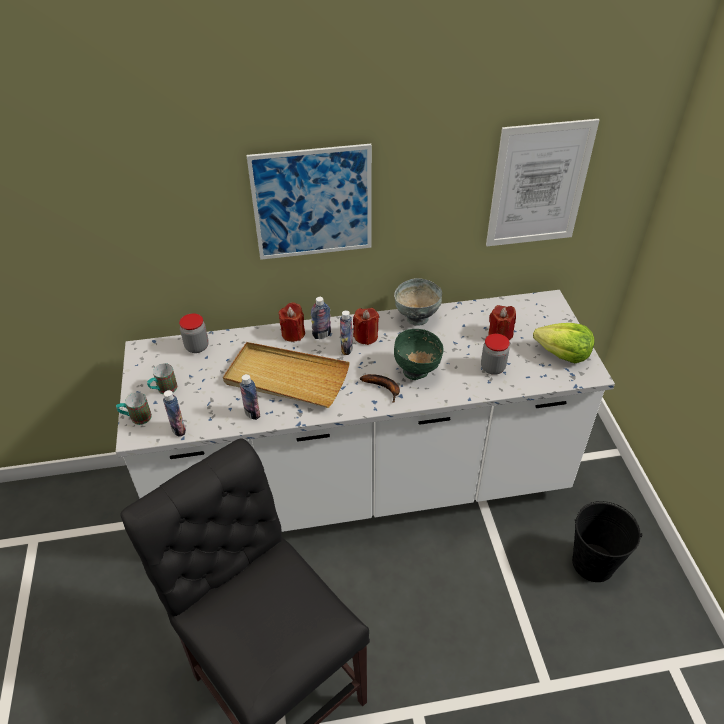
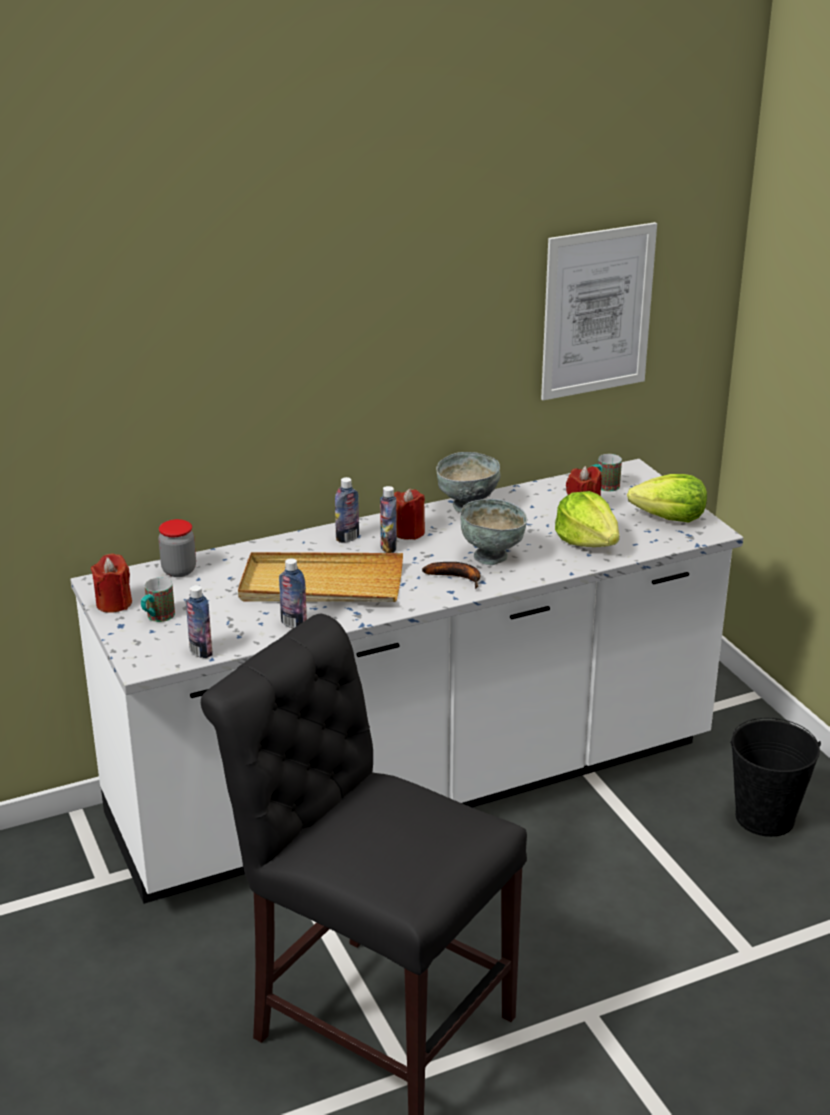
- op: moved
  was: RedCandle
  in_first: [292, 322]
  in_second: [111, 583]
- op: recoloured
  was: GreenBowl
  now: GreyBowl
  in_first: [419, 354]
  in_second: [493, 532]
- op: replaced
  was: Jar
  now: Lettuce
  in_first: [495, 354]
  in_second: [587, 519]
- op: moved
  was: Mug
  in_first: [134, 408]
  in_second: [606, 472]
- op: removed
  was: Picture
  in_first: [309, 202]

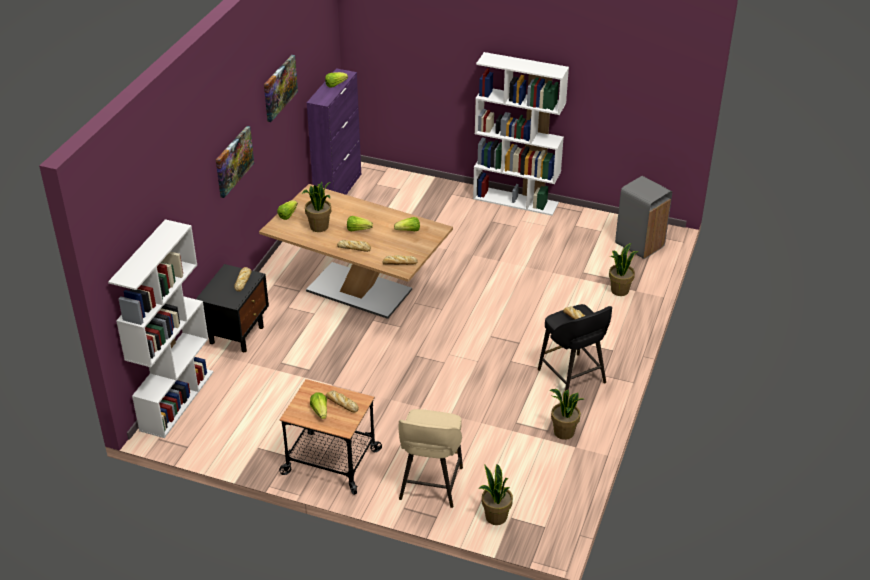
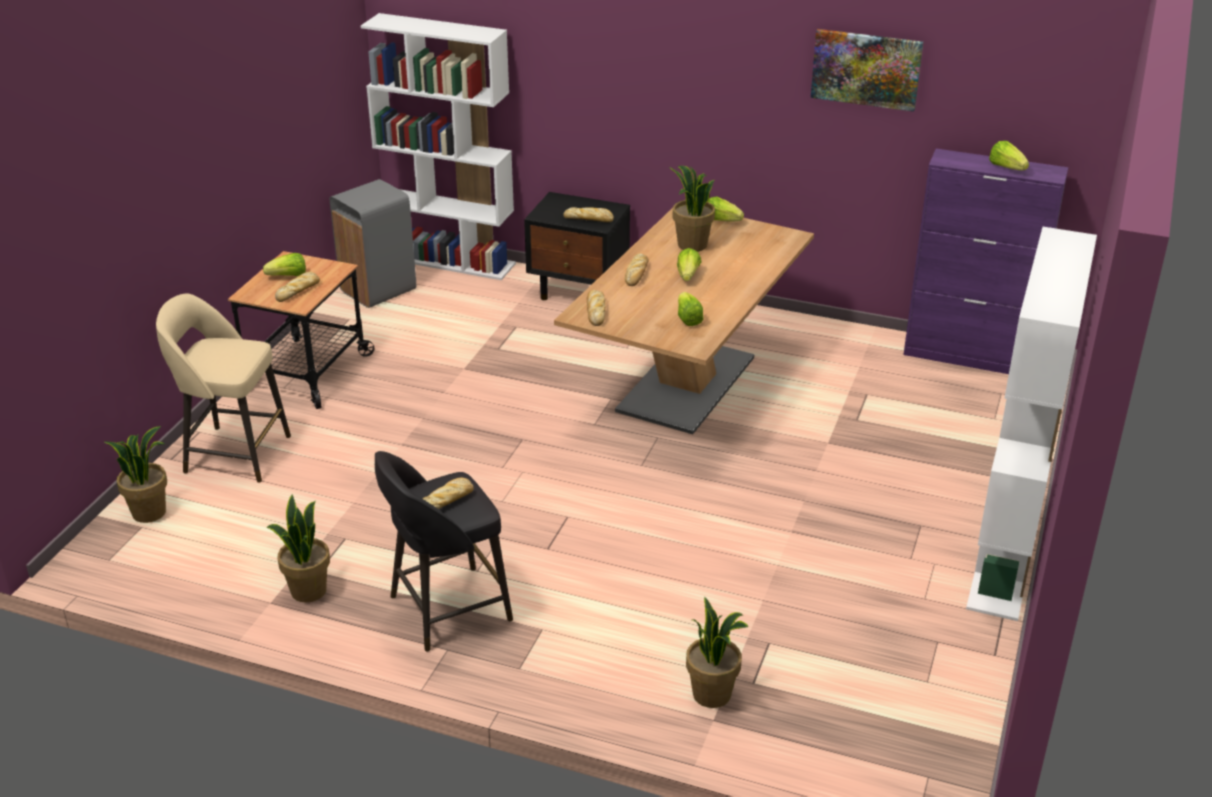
- op: moved
  was: GreyTrashCan
  in_first: [643, 217]
  in_second: [373, 243]
- op: removed
  was: Picture
  in_first: [235, 162]

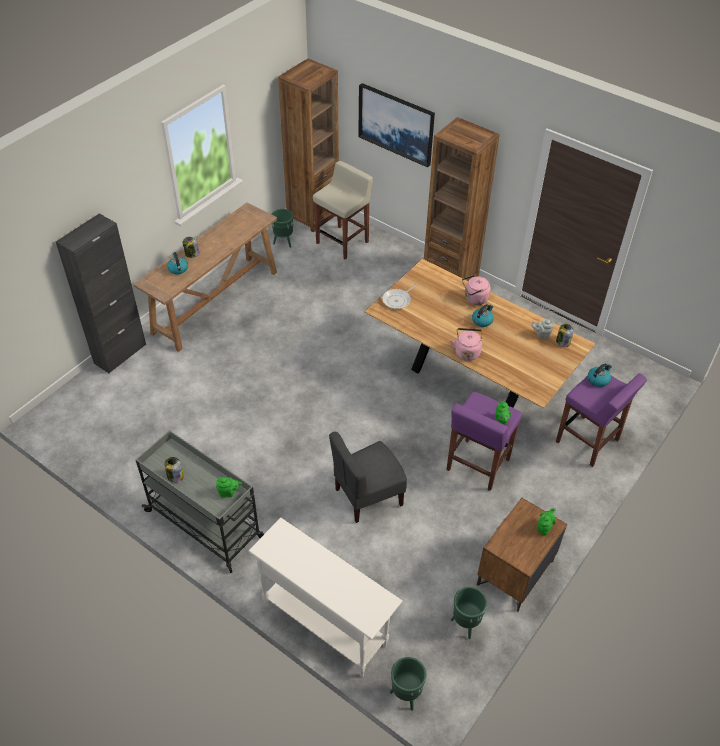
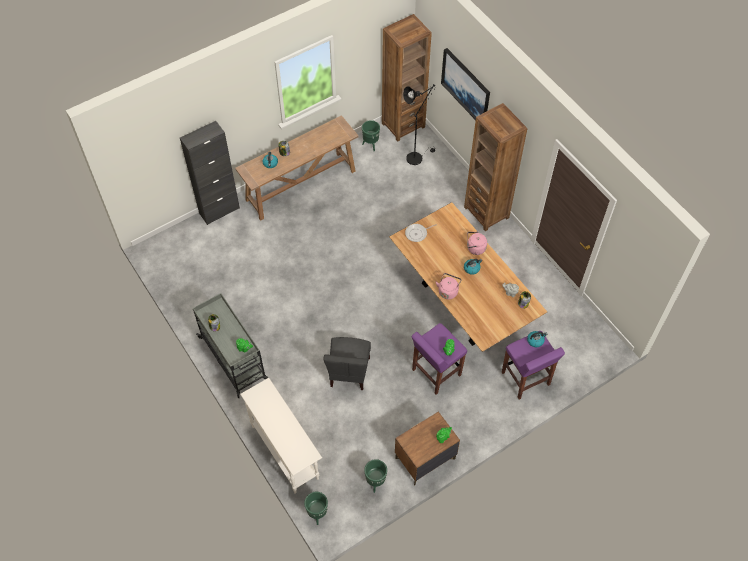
- op: turned
  was: GreyChair
  in_first: [368, 477]
  in_second: [347, 363]
  clockwise: -75
- op: replaced
  was: BeigeStool
  now: BlackFloorLamp
  in_first: [343, 210]
  in_second: [419, 124]

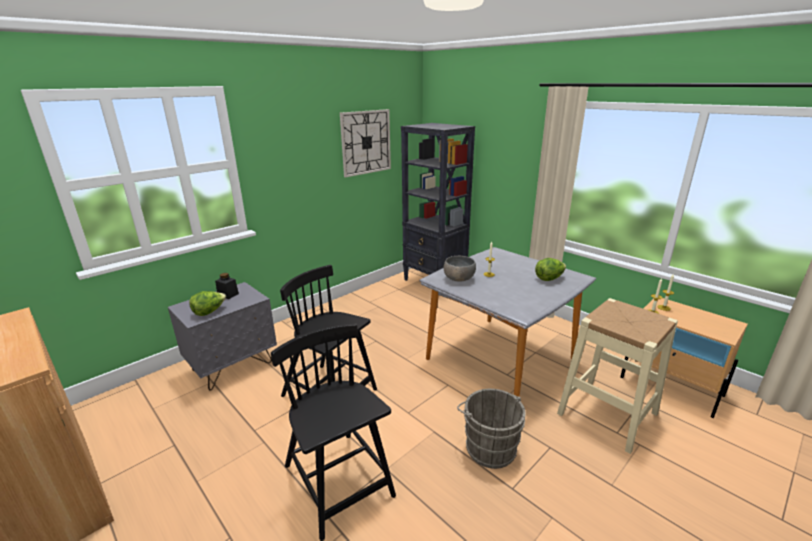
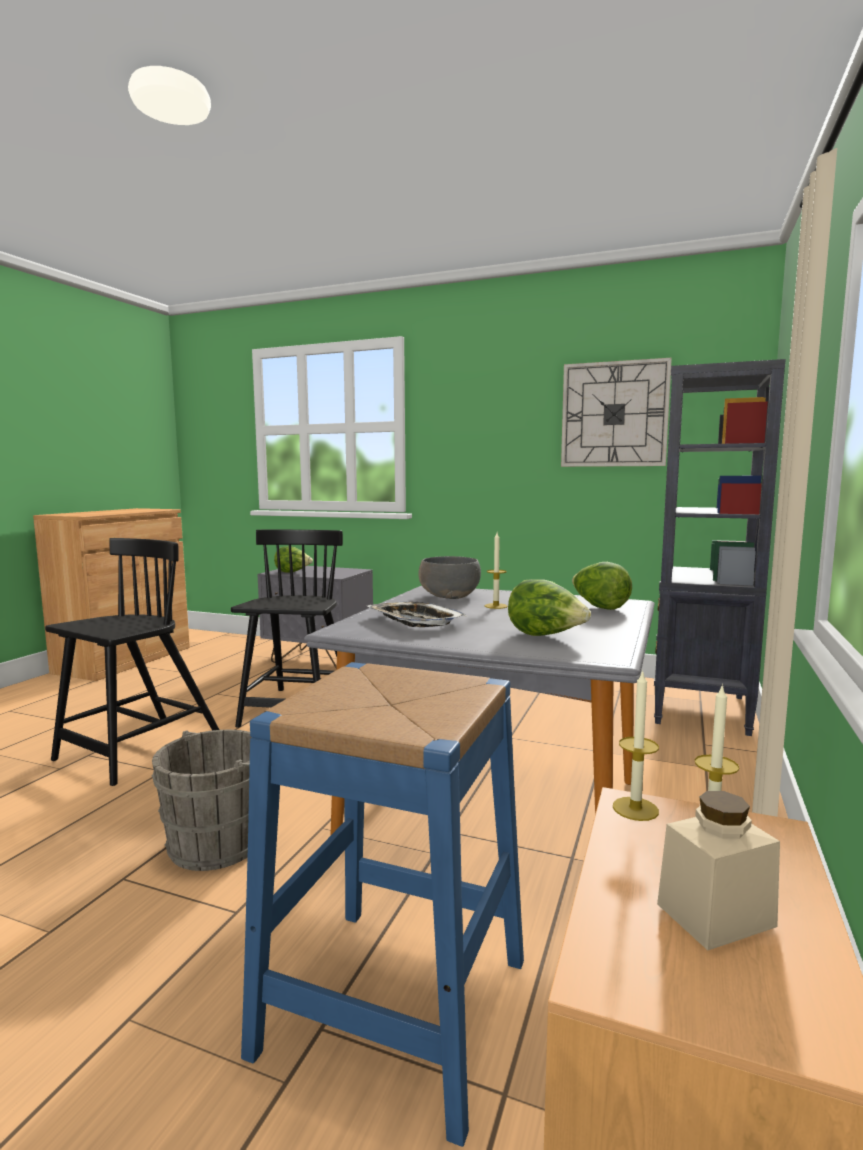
- op: recoloured
  was: BeigeStool
  now: BlueStool
  in_first: [617, 376]
  in_second: [382, 904]
- op: added
  now: Tray
  in_second: [417, 614]
- op: added
  now: Lettuce
  in_second: [602, 586]
- op: added
  now: BeigeJar
  in_second: [718, 870]
- op: removed
  was: BlackJar
  in_first: [227, 286]

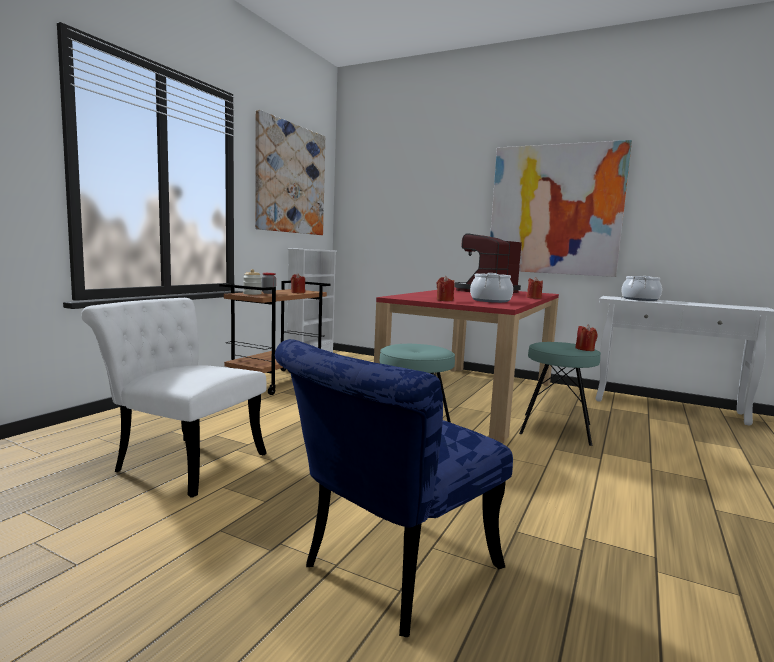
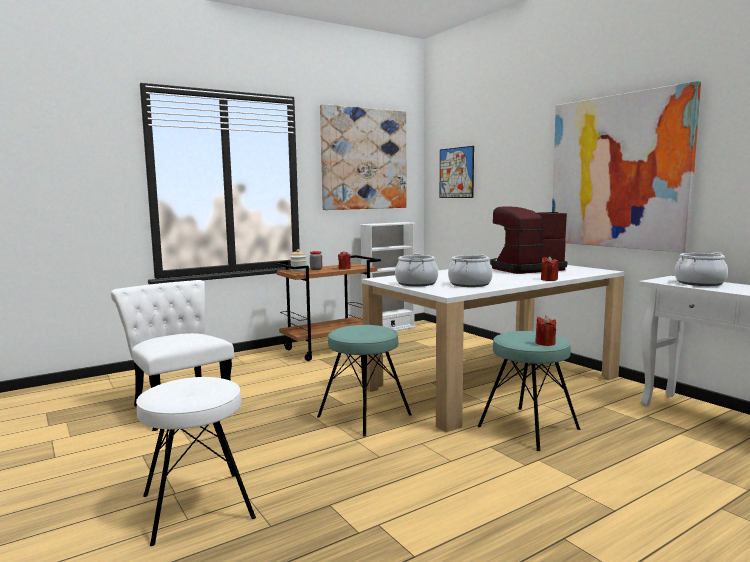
- op: replaced
  was: BlueChair
  now: WhiteStool
  in_first: [394, 488]
  in_second: [196, 461]
- op: recoloured
  was: RedDiningTable
  now: WhiteDiningTable
  in_first: [466, 365]
  in_second: [493, 348]
- op: replaced
  was: RedCandle
  now: CookingPot
  in_first: [446, 288]
  in_second: [416, 270]
- op: added
  now: Picture
  in_second: [457, 172]

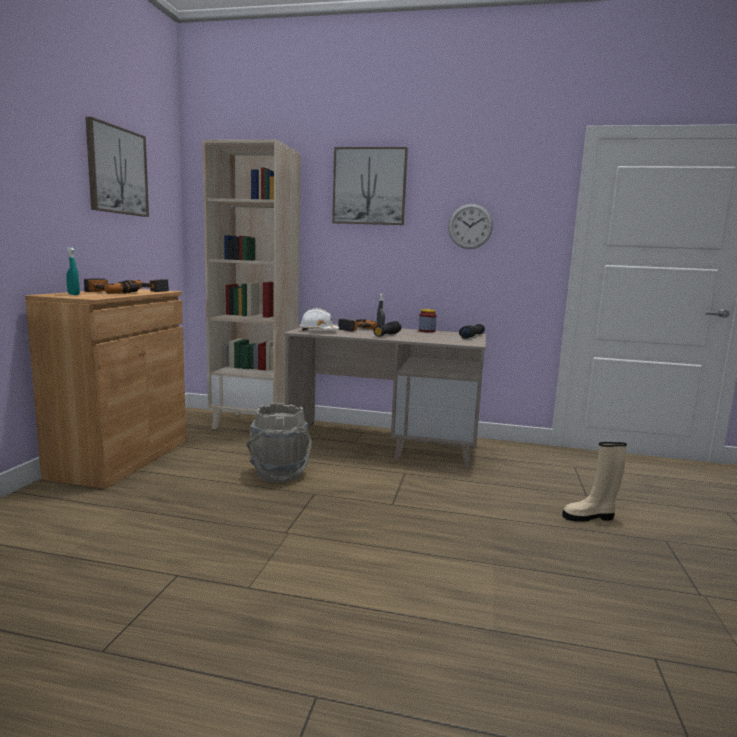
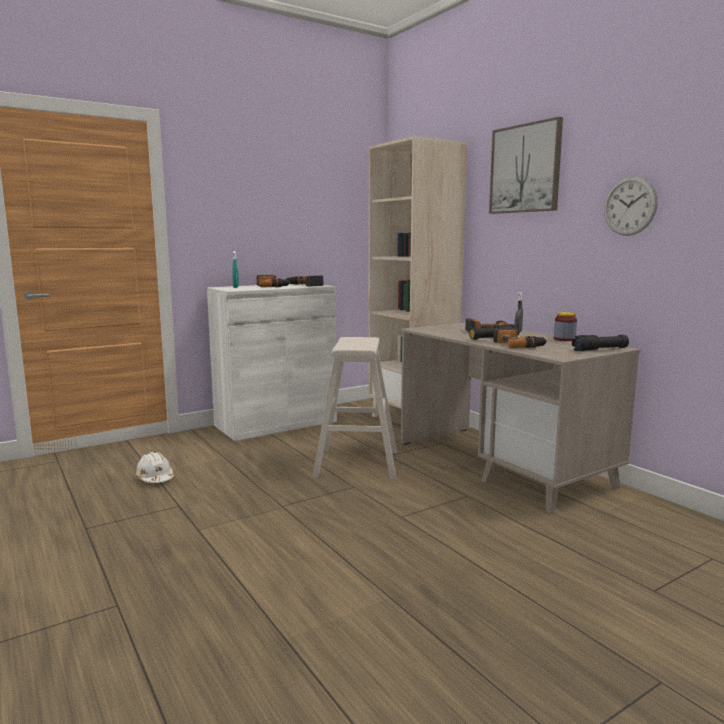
- op: moved
  was: WhiteHardHat
  in_first: [319, 319]
  in_second: [154, 467]
- op: recoloured
  was: BrownCabinet
  now: WhiteCabinet
  in_first: [105, 389]
  in_second: [272, 362]
- op: replaced
  was: GreyBucket
  now: BeigeStool
  in_first: [279, 443]
  in_second: [354, 408]
- op: added
  now: PowerDrill
  in_second: [520, 338]
- op: removed
  was: Picture
  in_first: [117, 167]
- op: removed
  was: BeigeBoot
  in_first: [594, 482]

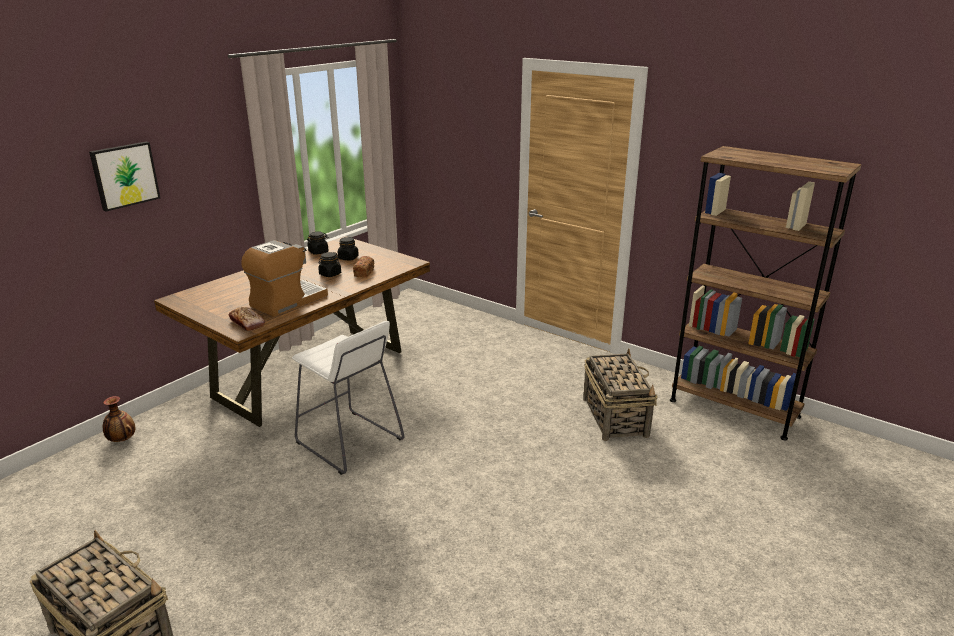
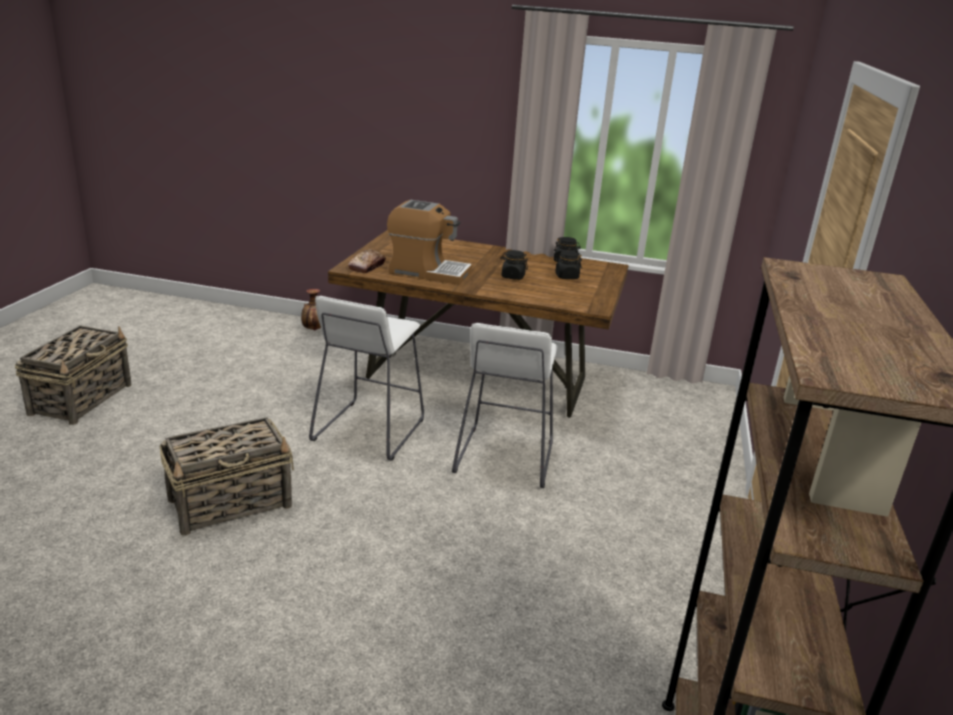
- op: moved
  was: Basket
  in_first: [620, 395]
  in_second: [226, 476]
- op: added
  now: WhiteStool
  in_second: [505, 405]
- op: removed
  was: Picture
  in_first: [124, 176]
- op: removed
  was: Bread
  in_first: [363, 267]

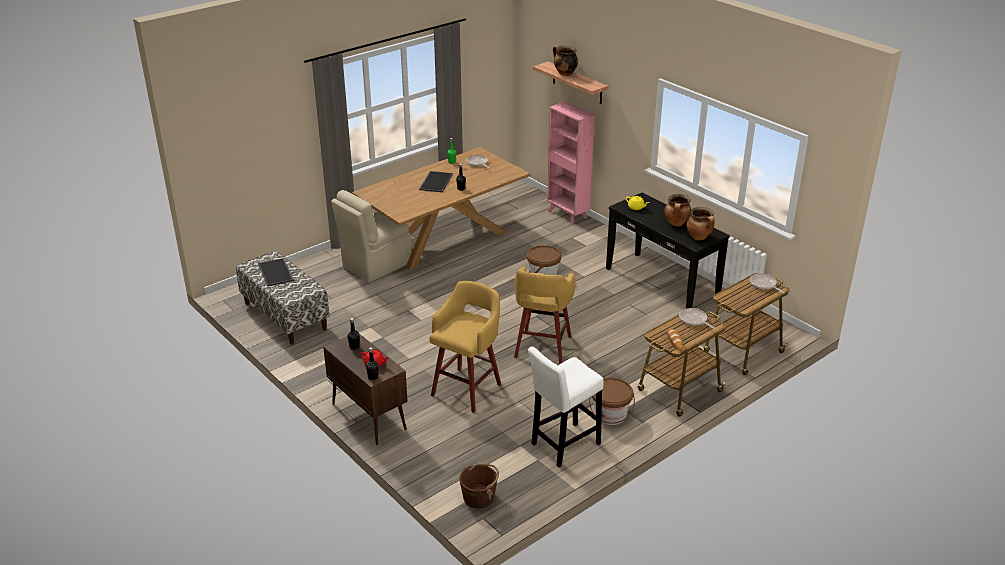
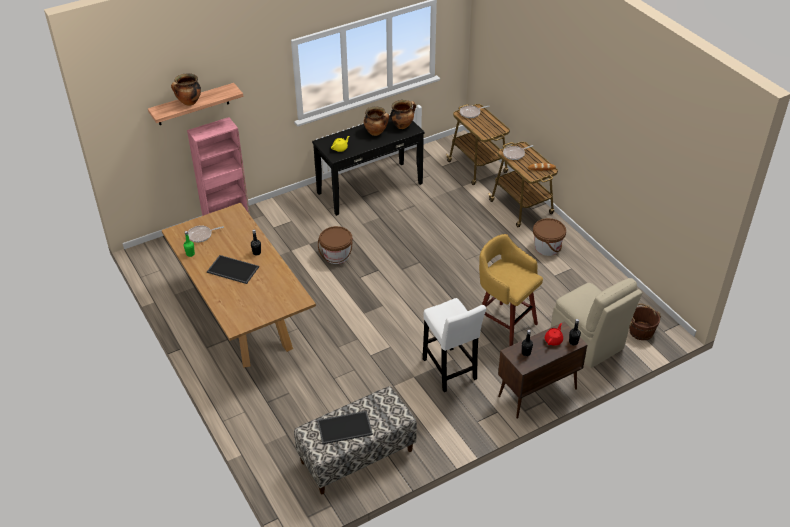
- op: moved
  was: WhiteStool
  in_first: [566, 407]
  in_second: [454, 345]
- op: moved
  was: BeigeChair
  in_first: [371, 236]
  in_second: [596, 323]
- op: removed
  was: YellowStool
  in_first: [544, 315]

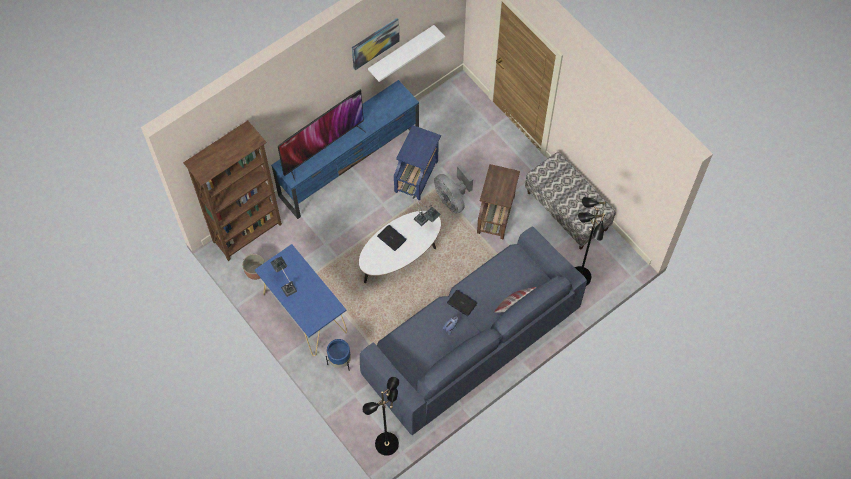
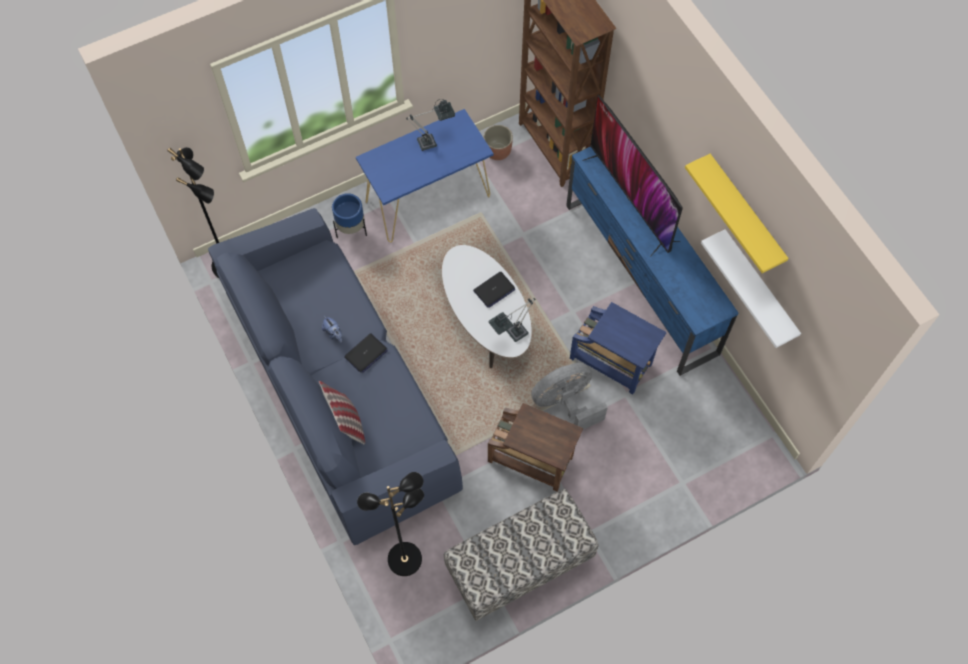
- op: replaced
  was: Picture
  now: YellowShelf
  in_first: [376, 44]
  in_second: [737, 213]

